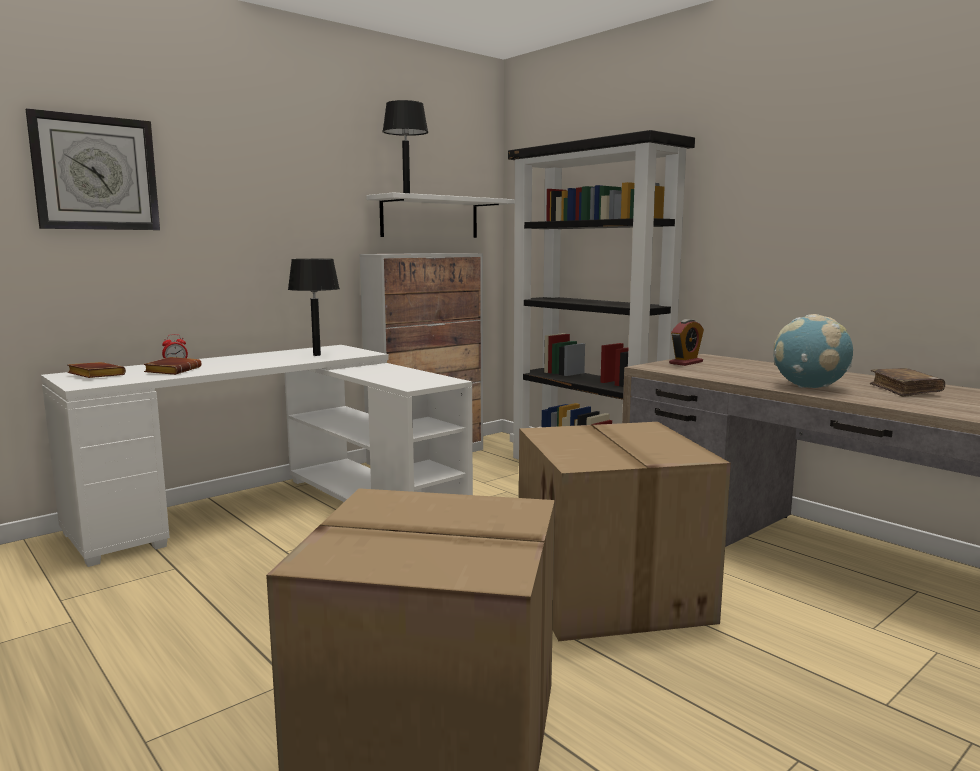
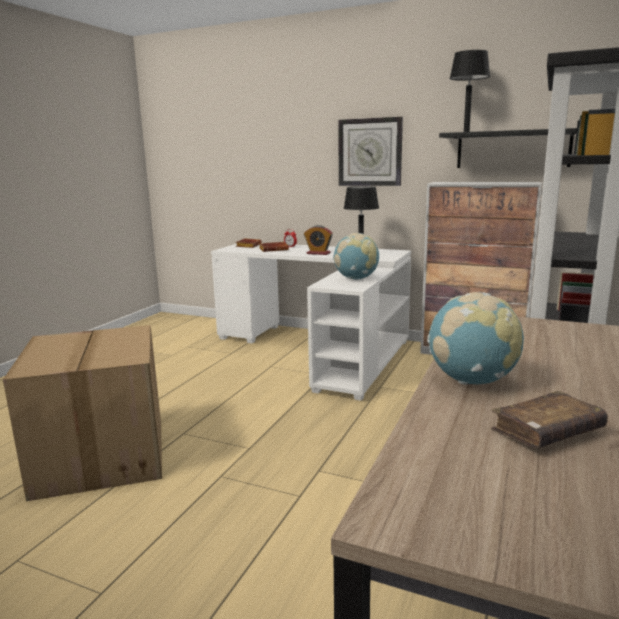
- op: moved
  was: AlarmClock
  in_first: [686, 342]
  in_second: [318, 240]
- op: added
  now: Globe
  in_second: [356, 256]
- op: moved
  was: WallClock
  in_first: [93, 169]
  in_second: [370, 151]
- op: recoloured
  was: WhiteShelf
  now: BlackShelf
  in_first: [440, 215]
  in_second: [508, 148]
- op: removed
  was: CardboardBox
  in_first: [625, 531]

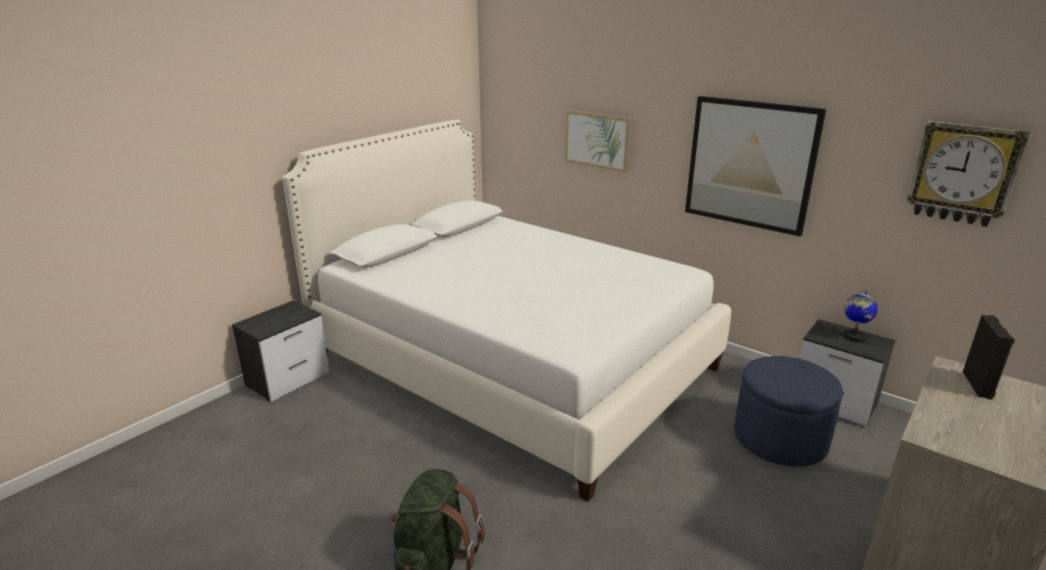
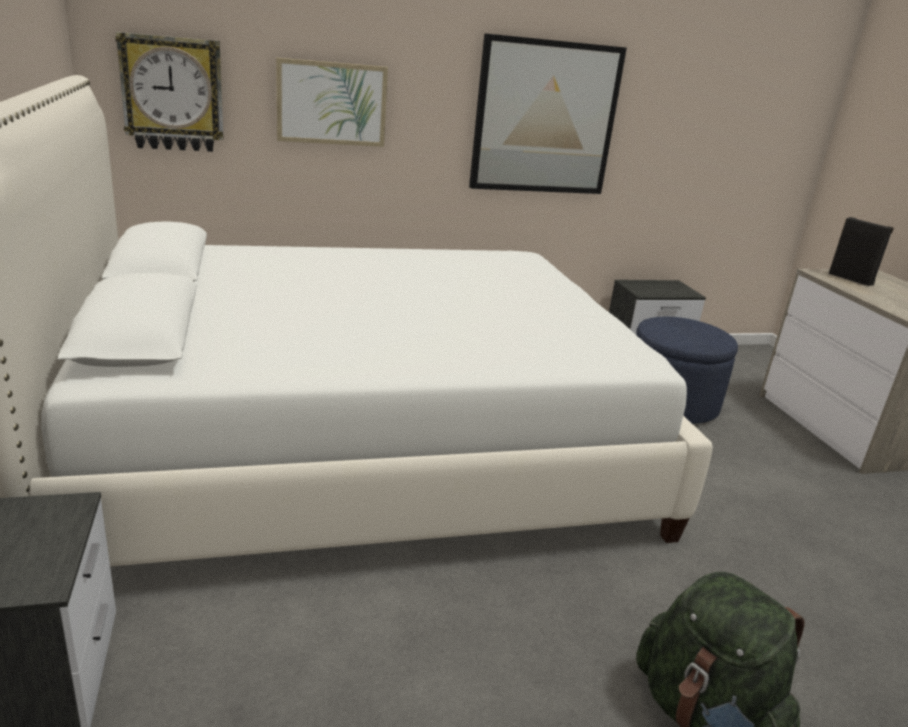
- op: moved
  was: WallClock
  in_first: [968, 174]
  in_second: [169, 92]
- op: removed
  was: Globe
  in_first: [860, 316]

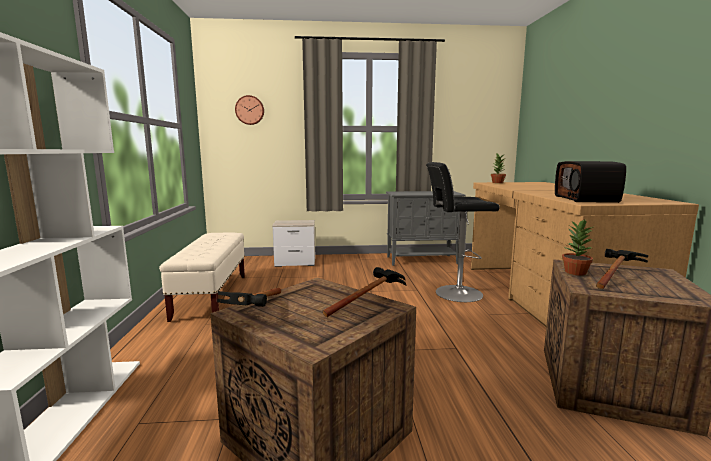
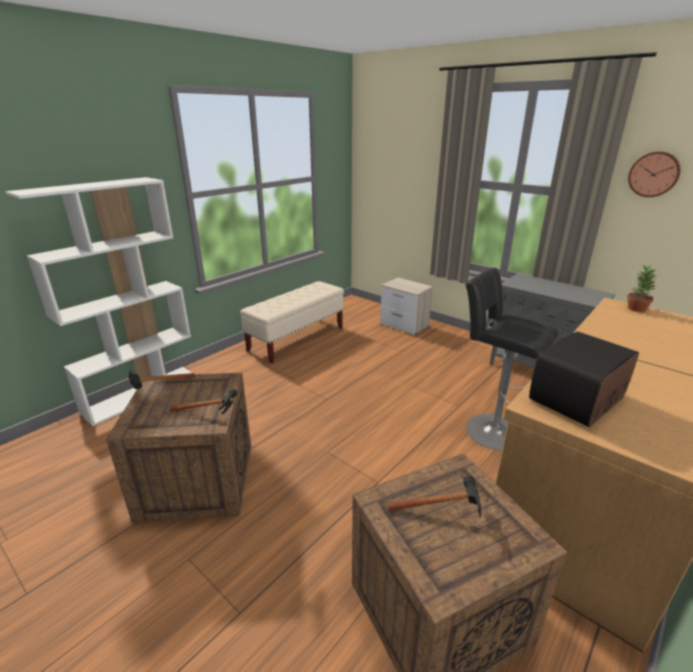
- op: moved
  was: WallClock
  in_first: [249, 110]
  in_second: [654, 174]
- op: removed
  was: PottedPlant
  in_first: [578, 248]

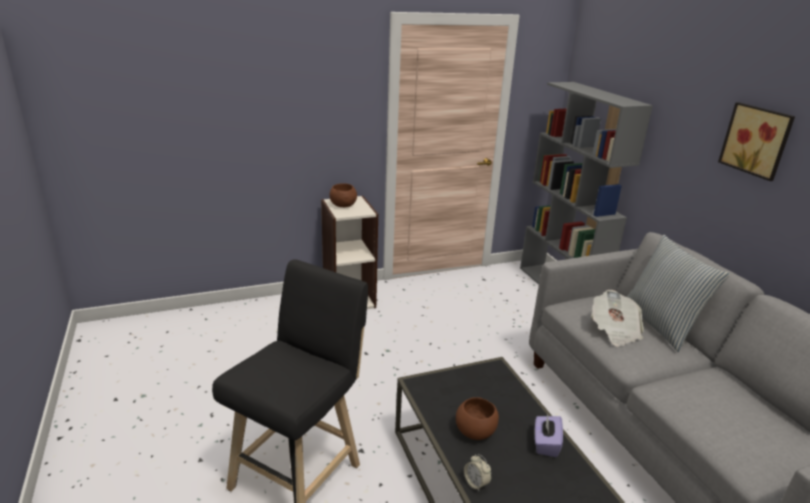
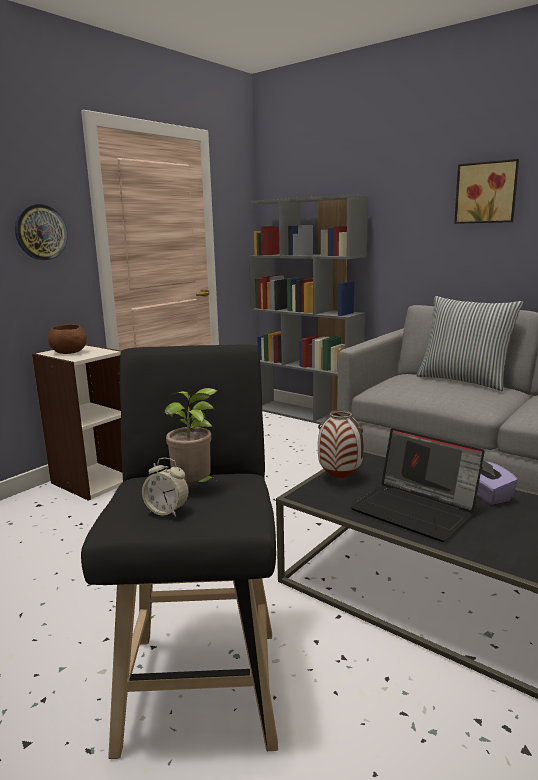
- op: added
  now: WallClock
  in_second: [41, 232]
- op: moved
  was: AlarmClock
  in_first: [478, 472]
  in_second: [165, 487]
- op: added
  now: PottedPlant
  in_second: [190, 435]
- op: added
  now: Vase
  in_second: [340, 444]
- op: replaced
  was: BrownBowl
  now: Laptop
  in_first: [477, 418]
  in_second: [417, 485]
- op: removed
  was: Newspaper
  in_first: [617, 318]

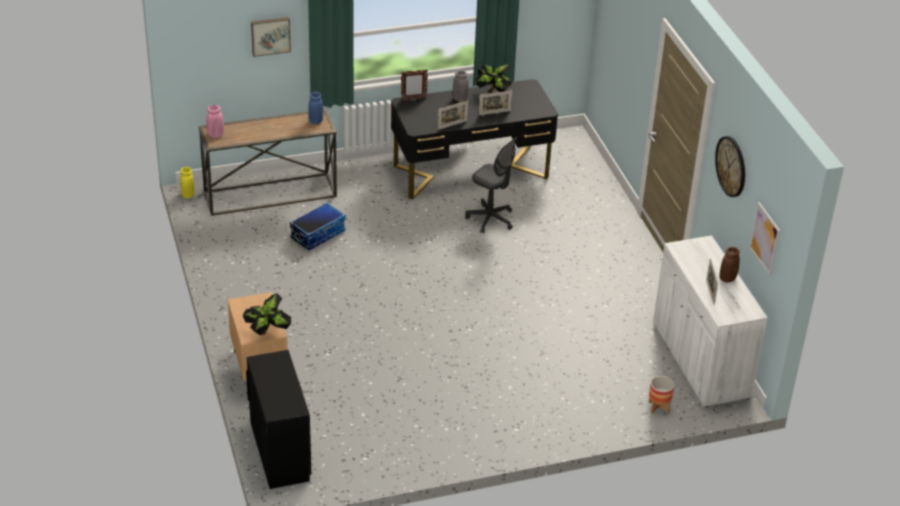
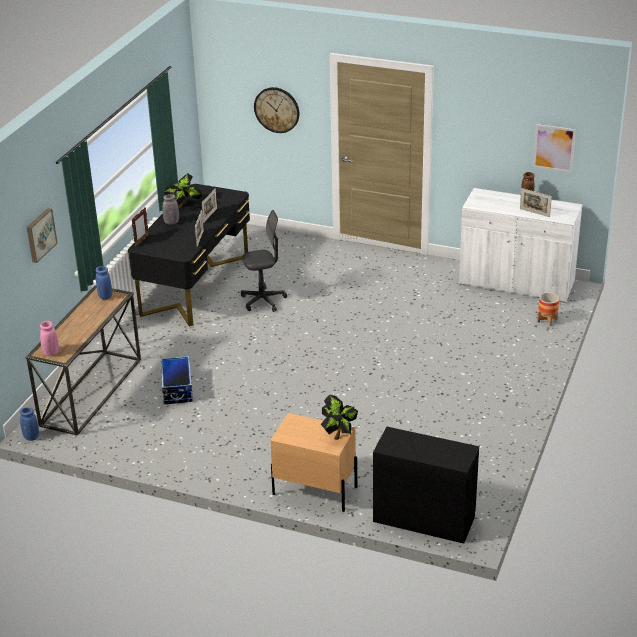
- op: recoloured
  was: YellowVase
  now: BlueVase
  in_first: [187, 182]
  in_second: [29, 424]
- op: moved
  was: WallClock
  in_first: [730, 166]
  in_second: [276, 110]

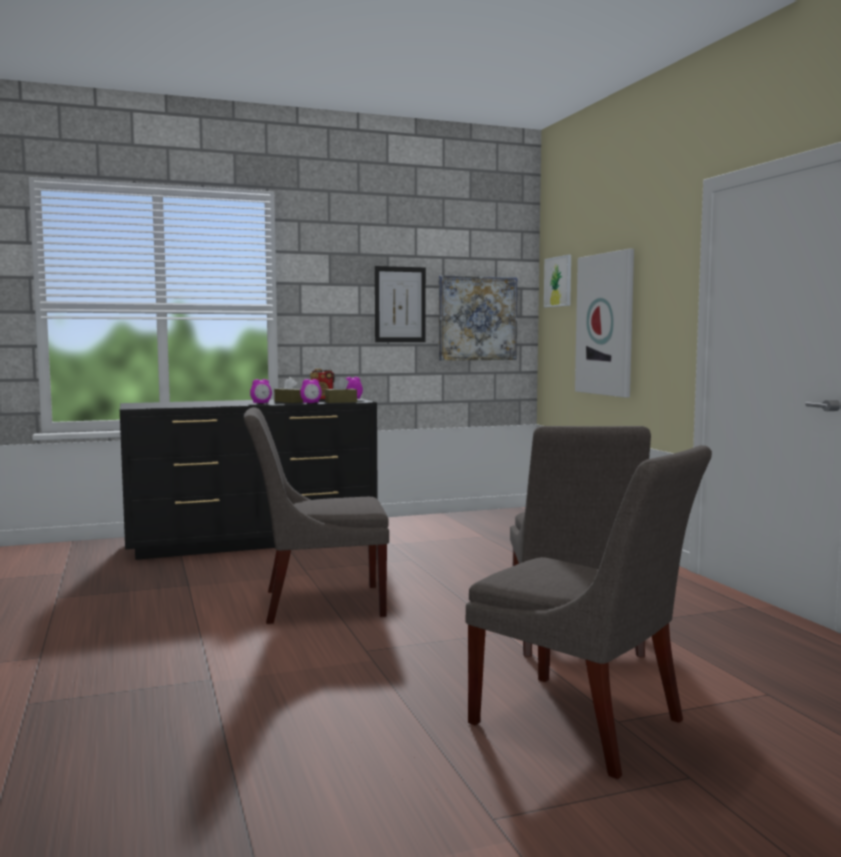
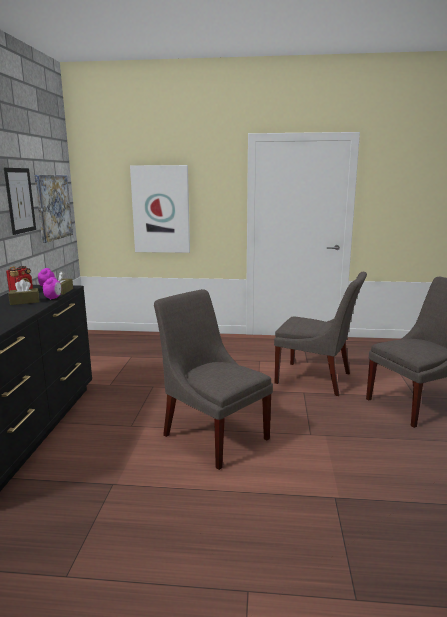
- op: turned
  was: GreyChair
  in_first: [316, 515]
  in_second: [213, 379]
  clockwise: 120
- op: removed
  was: AlarmClock
  in_first: [261, 391]
- op: removed
  was: Picture
  in_first: [557, 281]

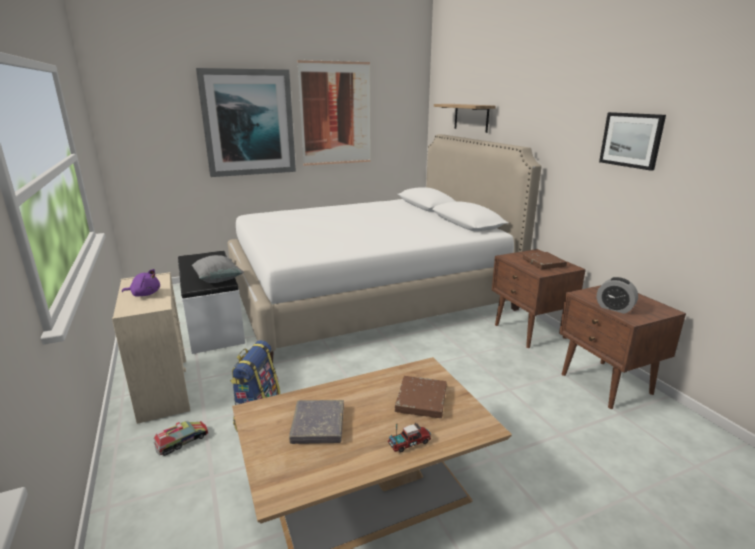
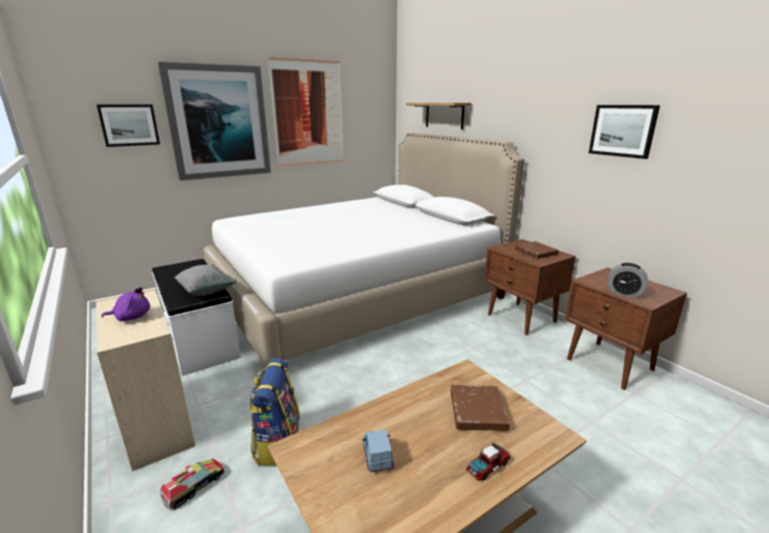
- op: added
  now: Picture
  in_second: [128, 125]
- op: replaced
  was: GreyBook
  now: BlueToyCar
  in_first: [316, 422]
  in_second: [378, 450]

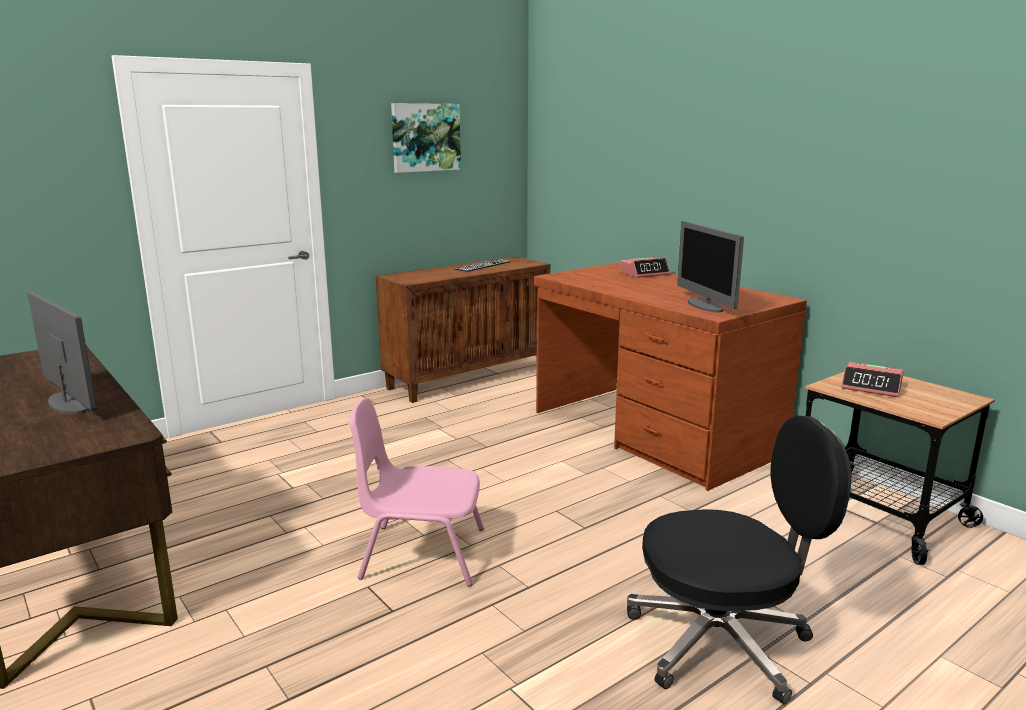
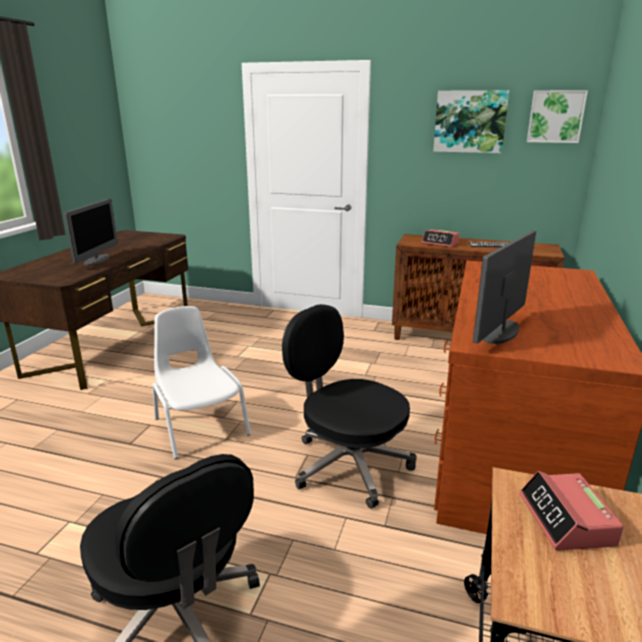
- op: recoloured
  was: PinkChair
  now: WhiteChair
  in_first: [416, 491]
  in_second: [201, 382]
- op: added
  now: BlackOfficeChair
  in_second: [349, 406]
- op: moved
  was: AlarmClock
  in_first: [645, 267]
  in_second: [441, 238]
- op: added
  now: Picture
  in_second: [557, 116]

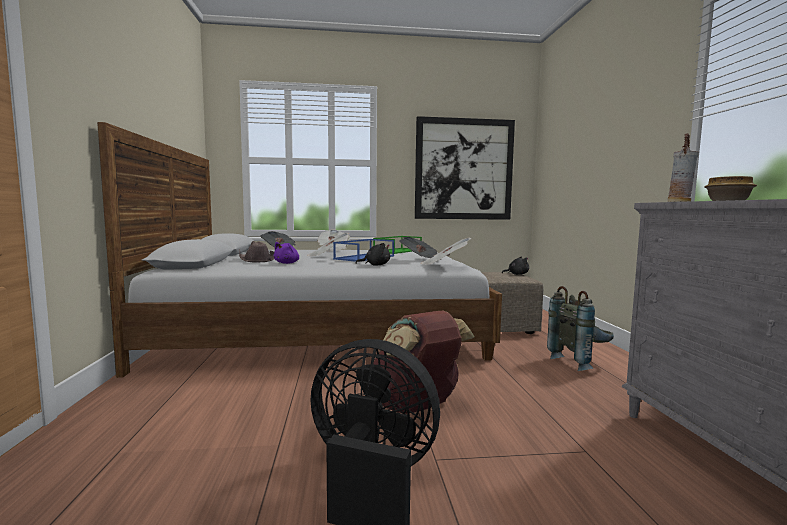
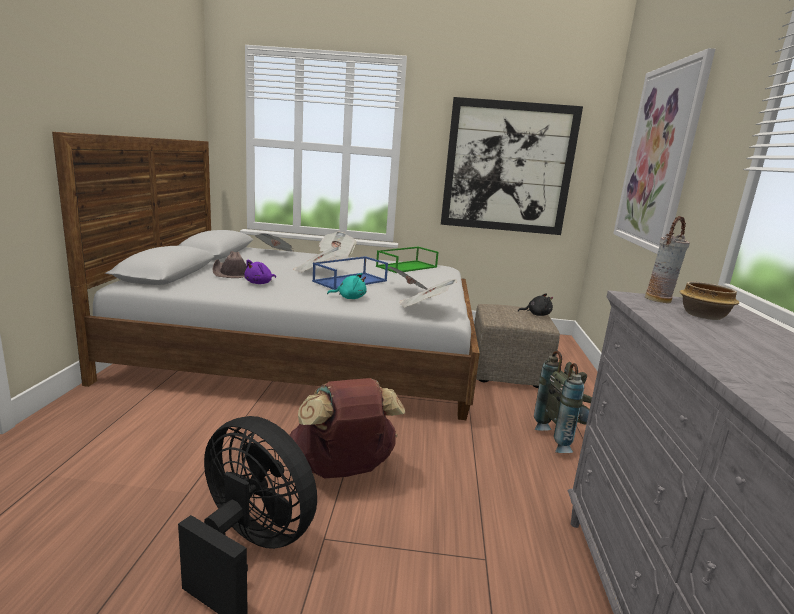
- op: recoloured
  was: BlackPlushToy
  now: TurquoisePlushToy
  in_first: [372, 254]
  in_second: [347, 286]
- op: added
  now: Picture
  in_second: [664, 151]

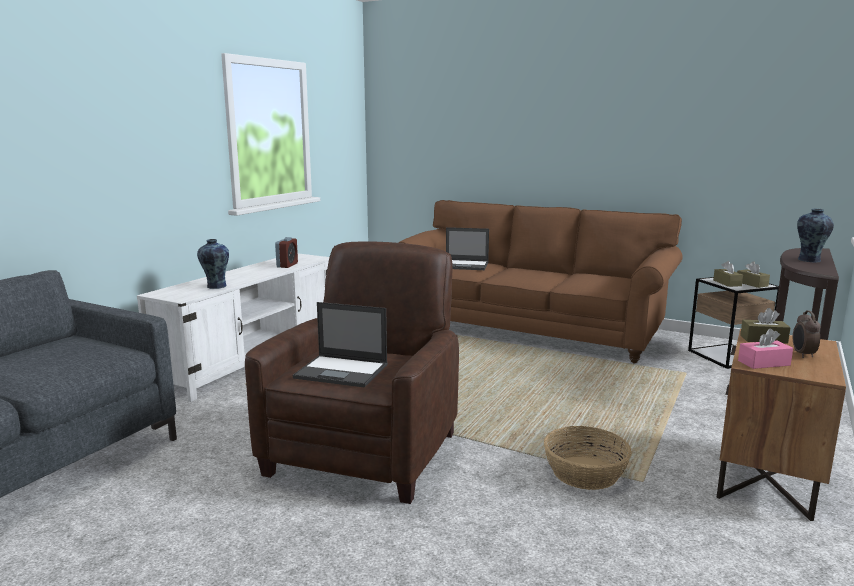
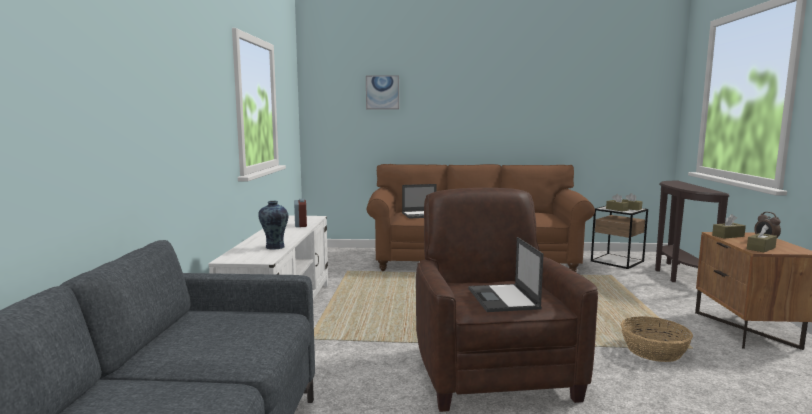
- op: added
  now: Picture
  in_second: [382, 92]
- op: turned
  was: Laptop
  in_first: [340, 345]
  in_second: [506, 274]
  clockwise: 90
- op: recoloured
  was: PinkTissueBox
  now: BrownTissueBox
  in_first: [765, 349]
  in_second: [762, 238]
- op: removed
  was: Vase
  in_first: [815, 235]

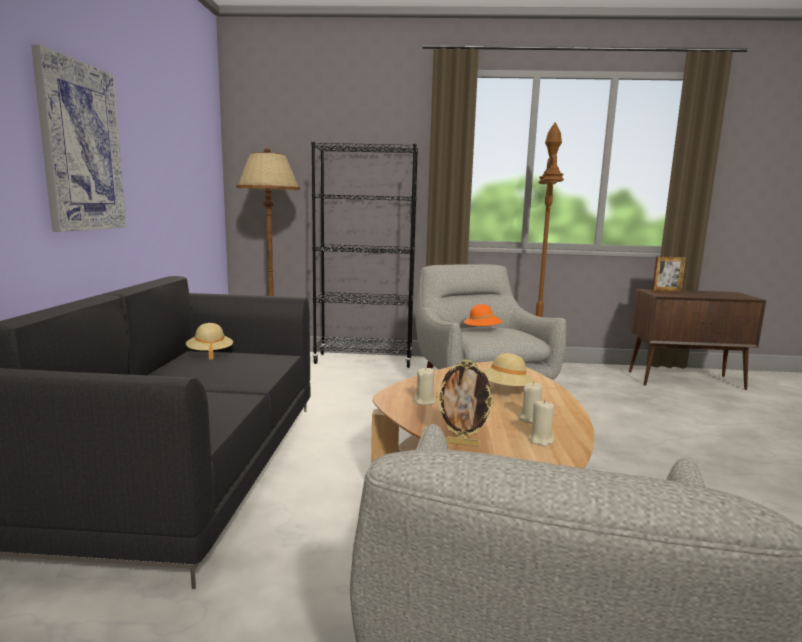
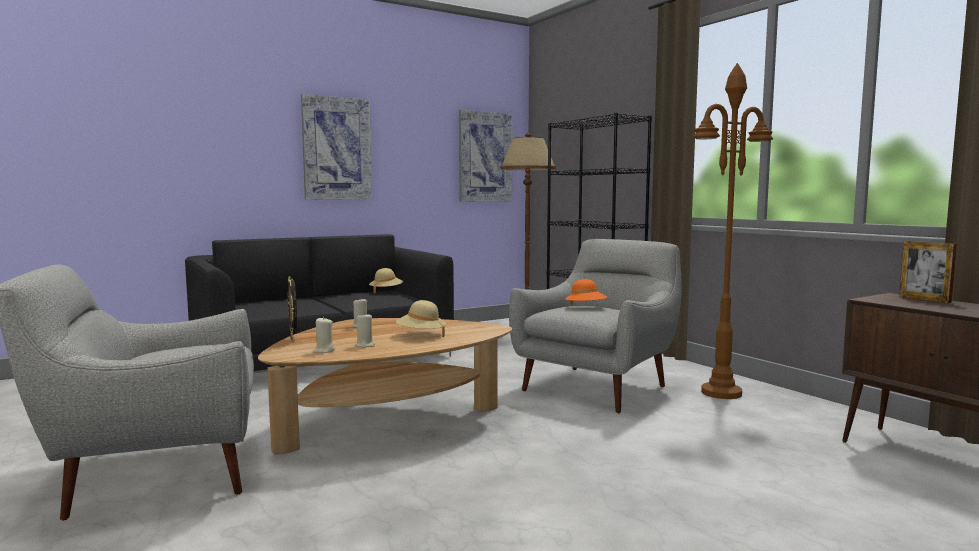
- op: added
  now: Picture
  in_second: [486, 156]

